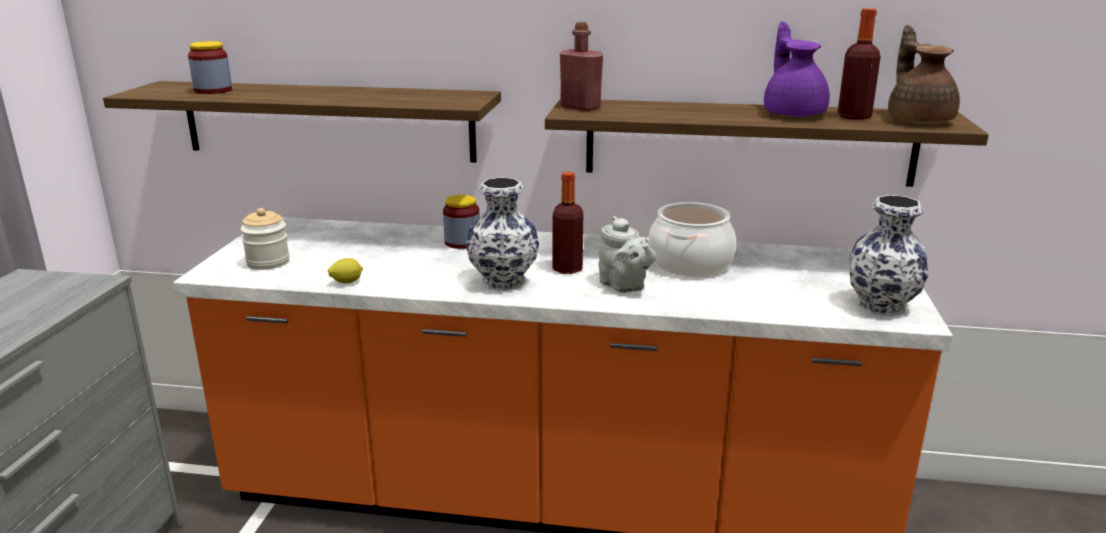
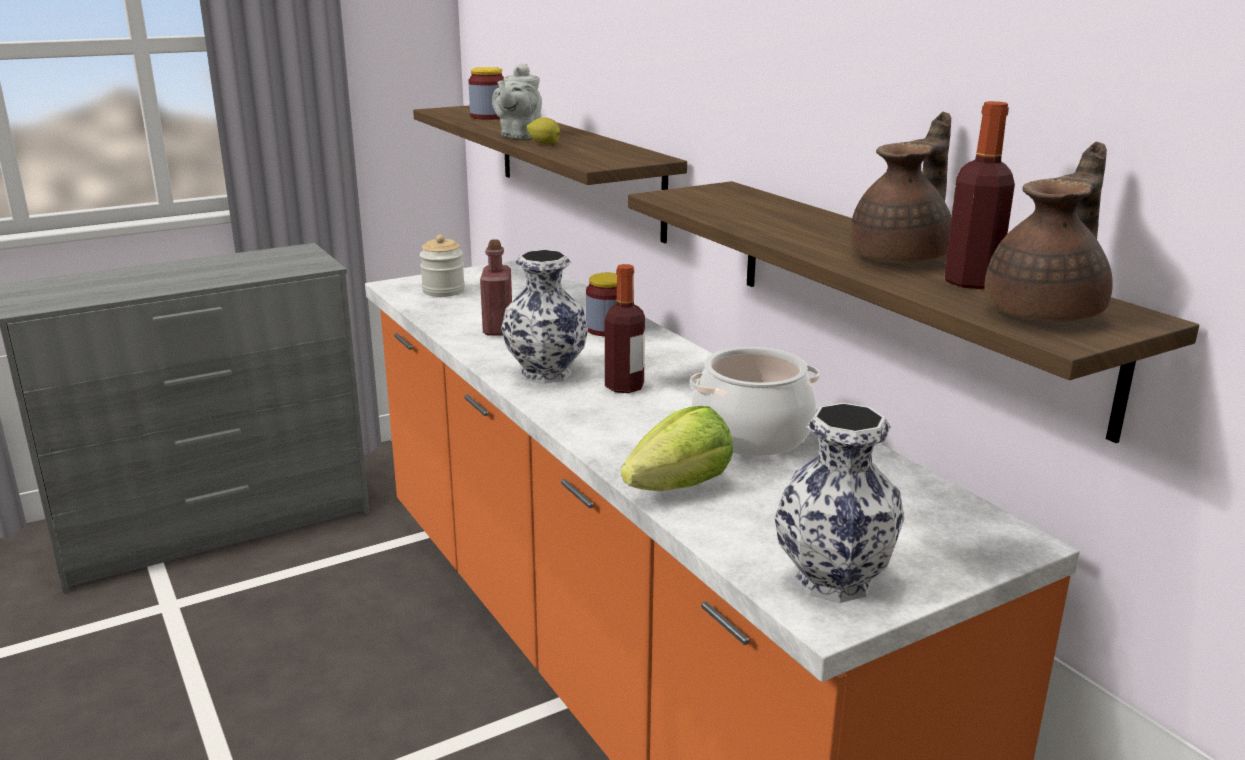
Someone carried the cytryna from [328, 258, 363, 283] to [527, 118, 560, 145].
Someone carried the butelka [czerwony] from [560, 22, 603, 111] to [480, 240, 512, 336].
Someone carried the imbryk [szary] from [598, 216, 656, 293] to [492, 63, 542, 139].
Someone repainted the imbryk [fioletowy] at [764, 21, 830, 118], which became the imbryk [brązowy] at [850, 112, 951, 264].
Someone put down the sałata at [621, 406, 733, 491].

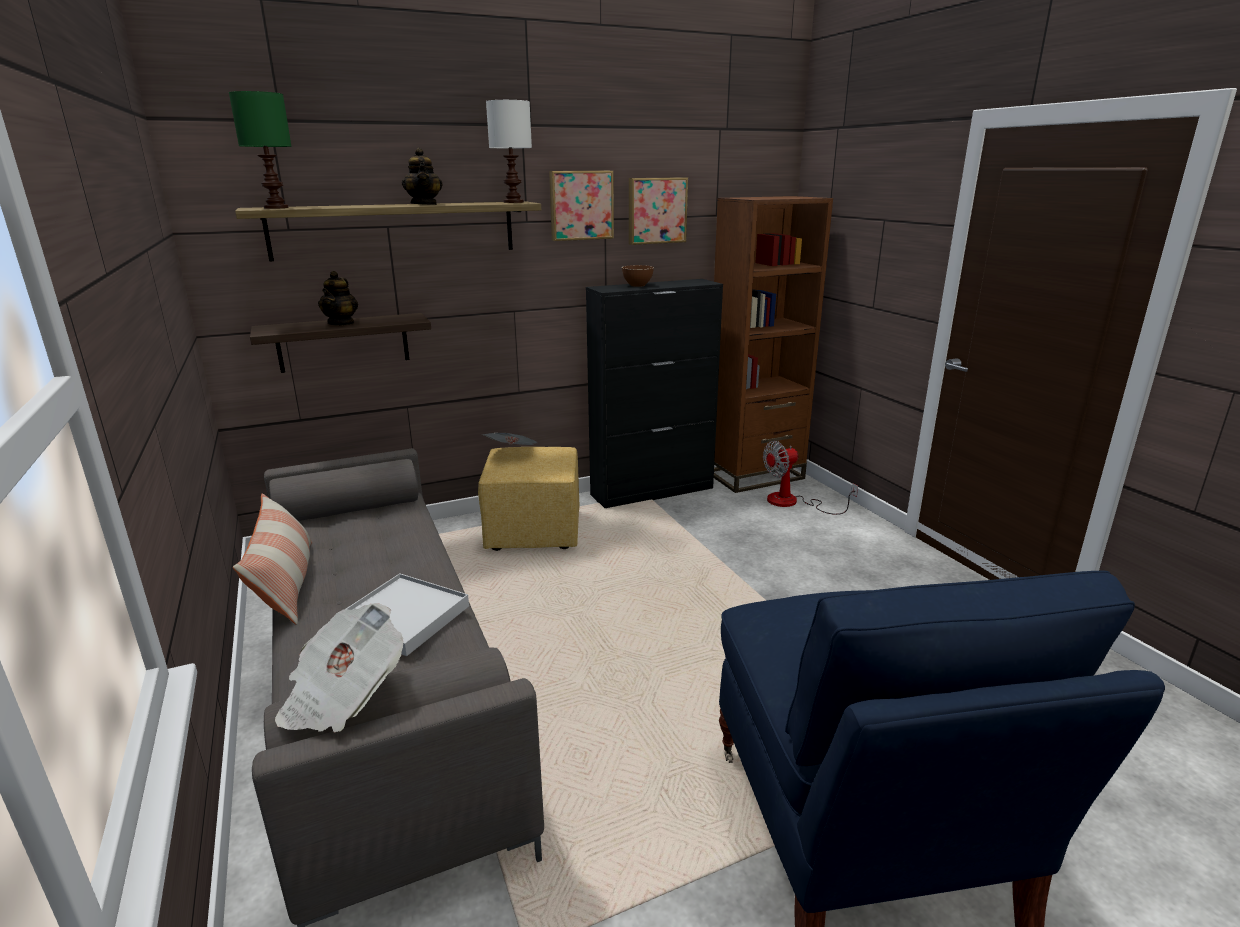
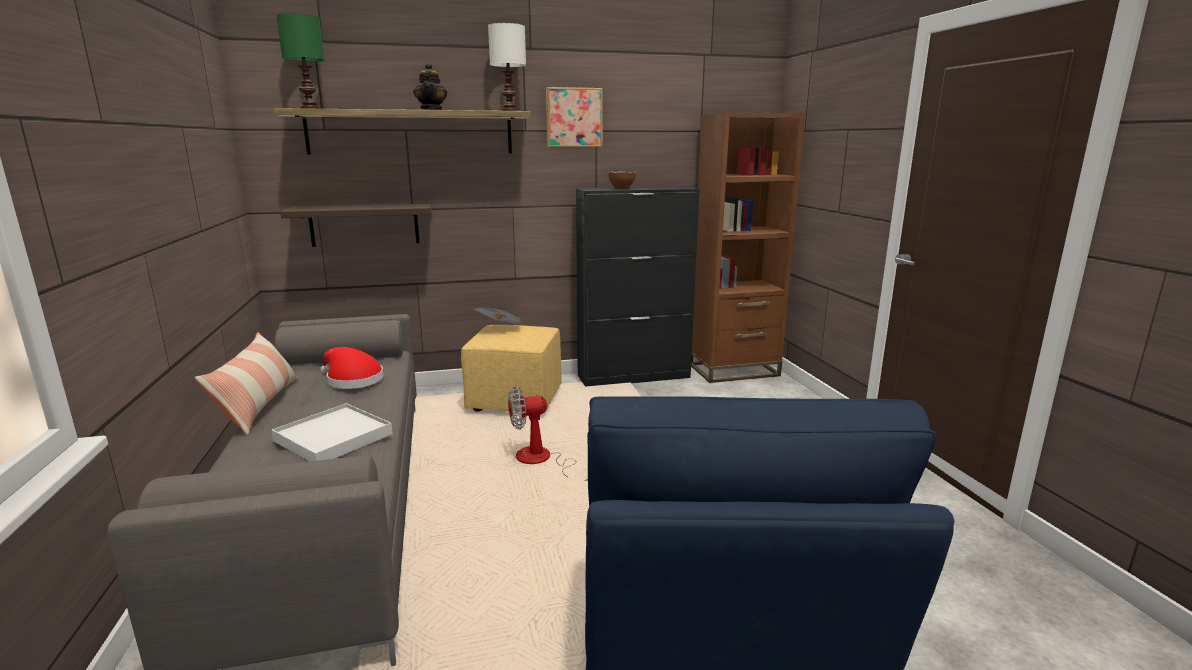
Someone took away the gazeta at [275, 603, 403, 732].
Someone took away the imbryk at [318, 271, 358, 326].
Someone took away the obraz at [629, 177, 688, 245].
Someone carried the wentylator from [763, 441, 858, 515] to [508, 386, 588, 481].
Someone put down the kapelusz [czerwony] at [320, 347, 384, 389].

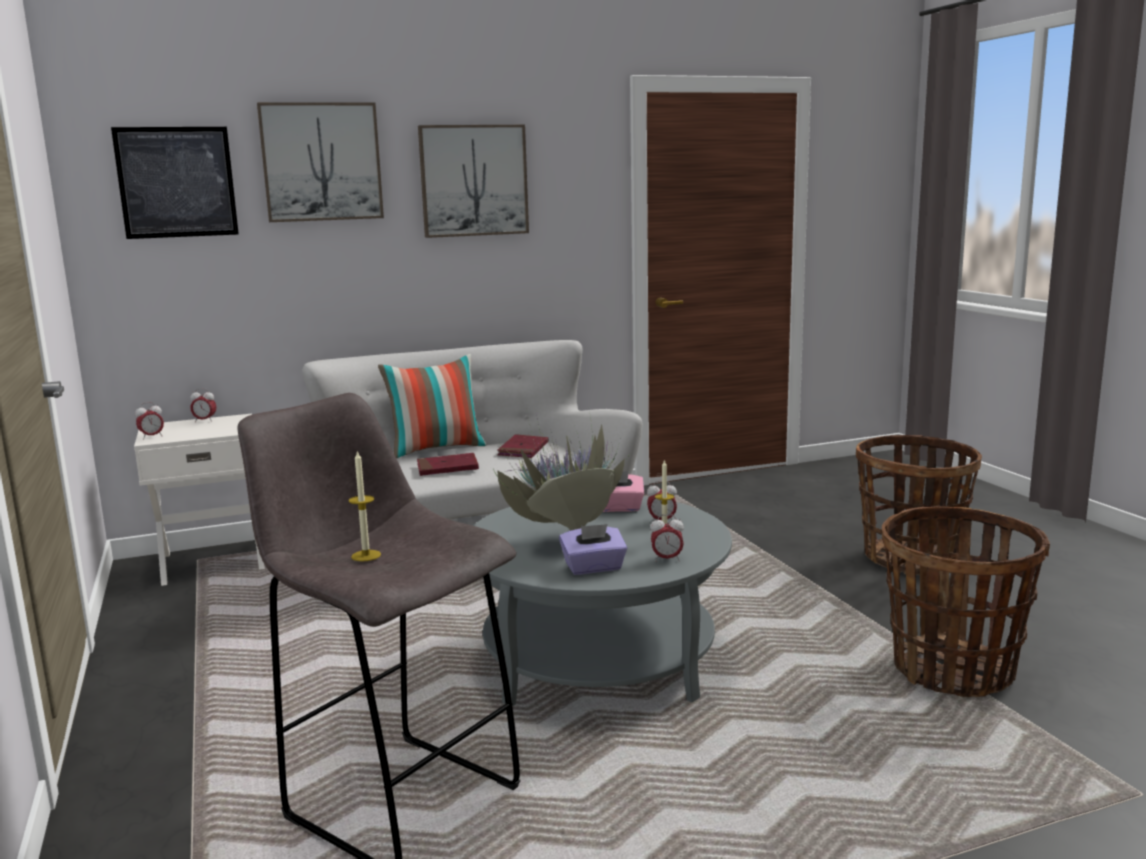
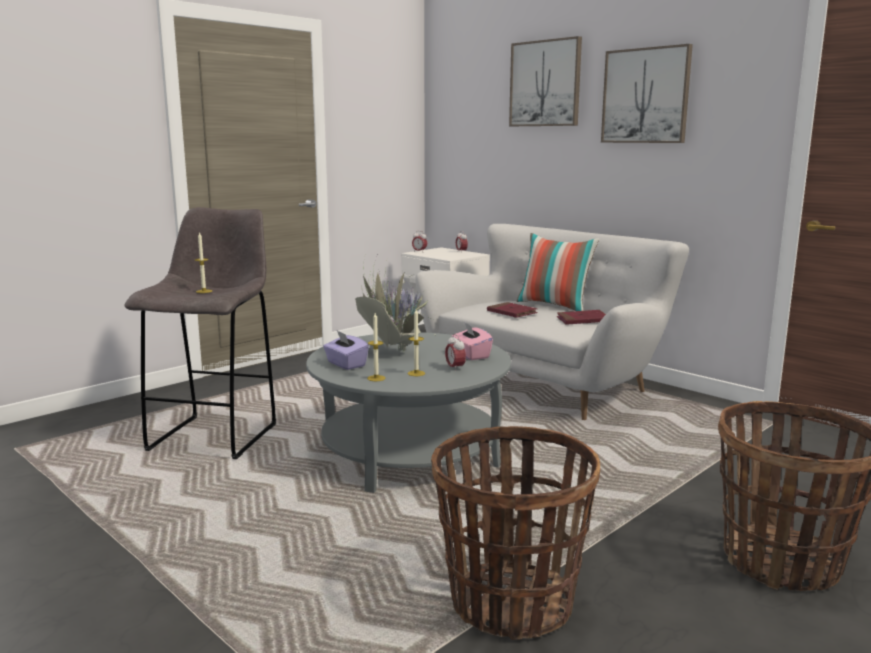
Someone took away the obraz at [111, 127, 239, 239].
Someone swapped the budzik at [650, 514, 684, 562] for the świeca at [367, 313, 386, 381].

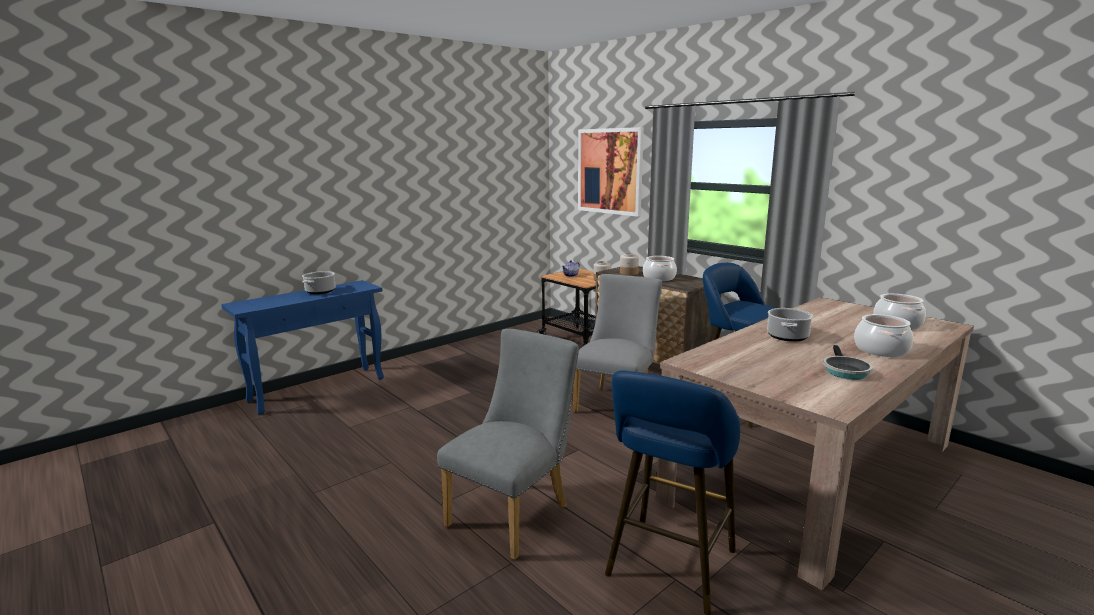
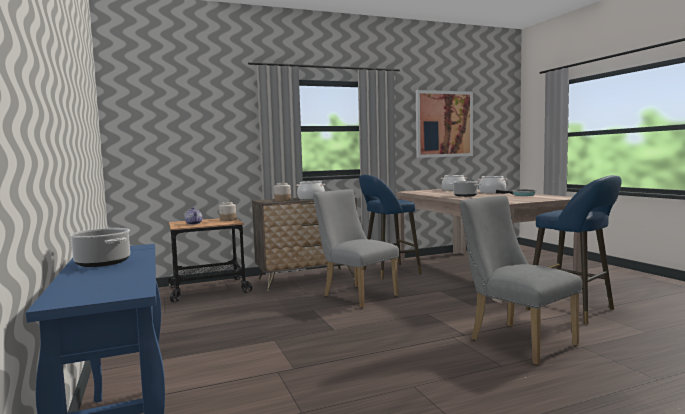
Someone carried the obraz from [578, 127, 644, 217] to [416, 90, 473, 158].

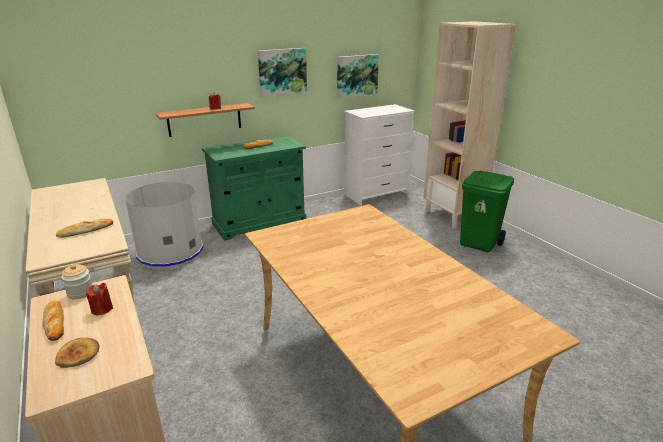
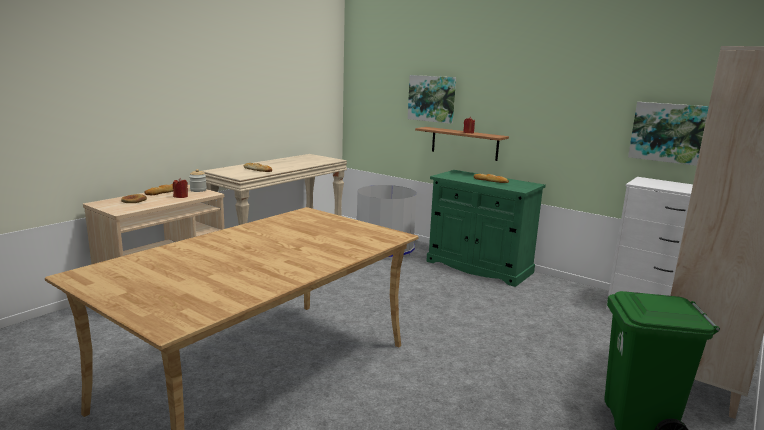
Someone carried the obraz from [258, 48, 307, 96] to [408, 75, 456, 124].

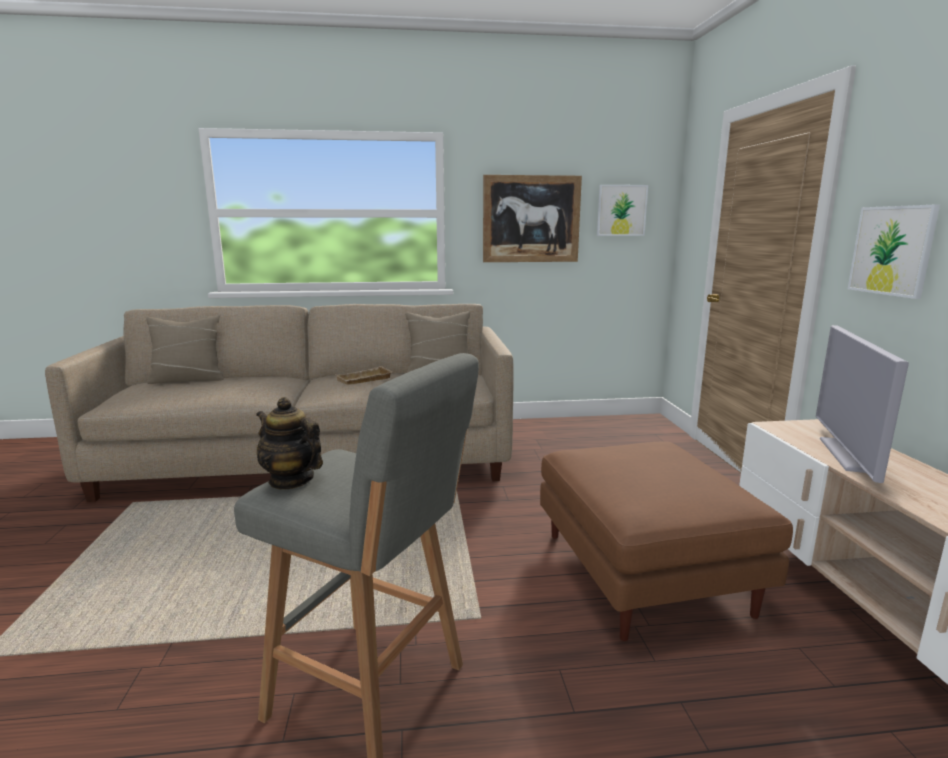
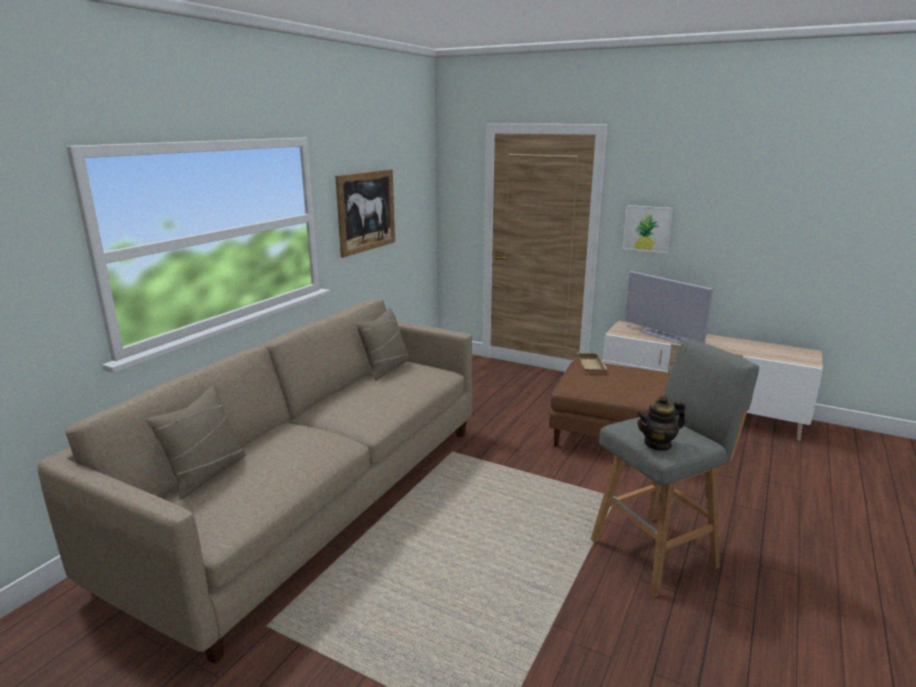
Someone carried the taca [beżowy] from [335, 366, 392, 385] to [577, 352, 608, 373].
Someone took away the obraz at [597, 185, 648, 236].

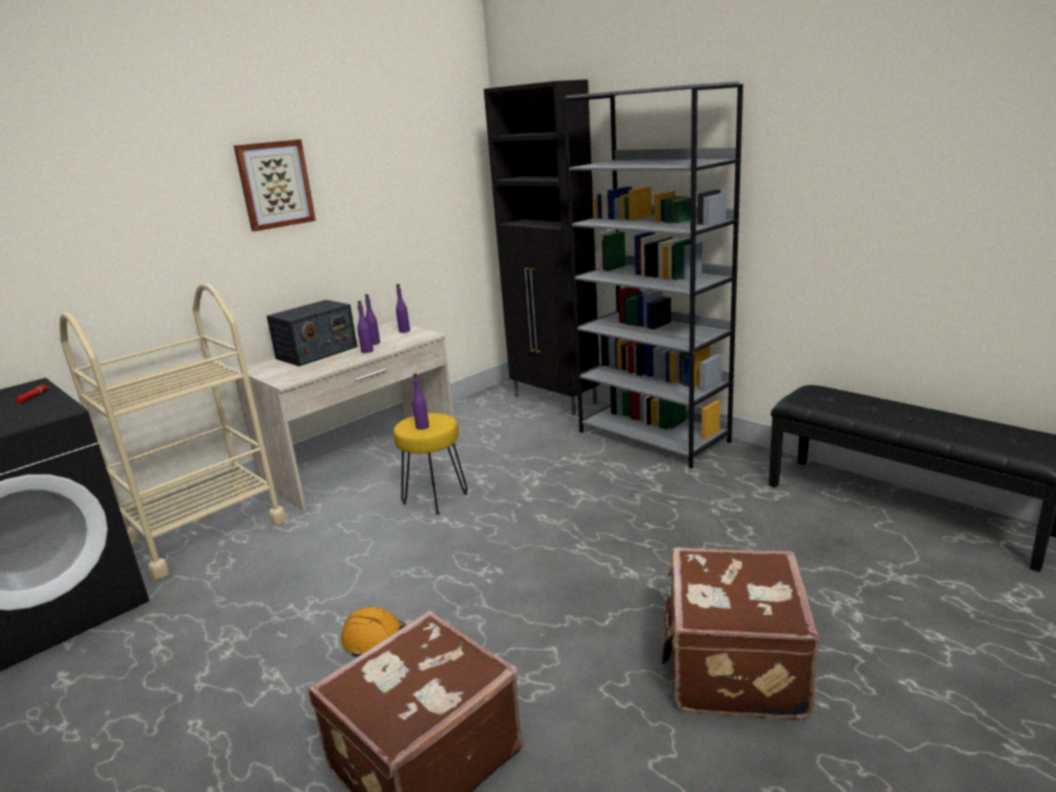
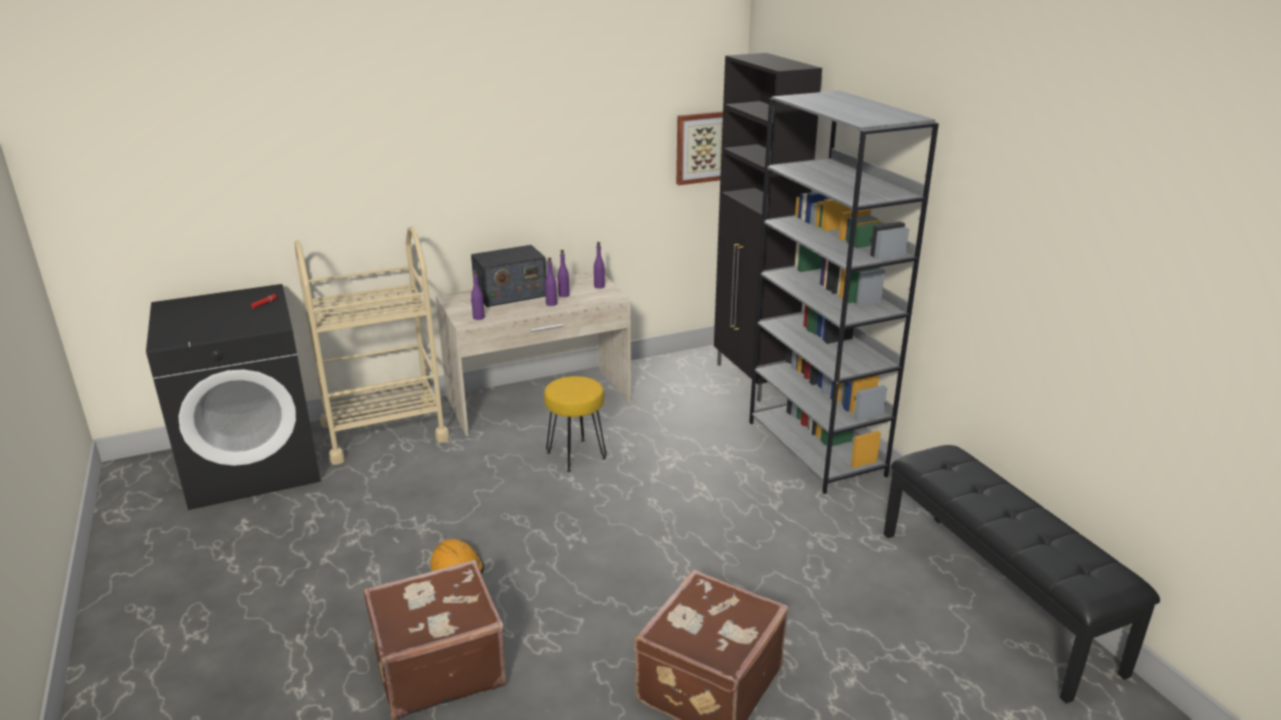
Someone carried the obraz from [234, 139, 316, 231] to [676, 111, 723, 185].
Someone carried the butelka [fioletowy] from [413, 373, 429, 430] to [471, 270, 485, 320].

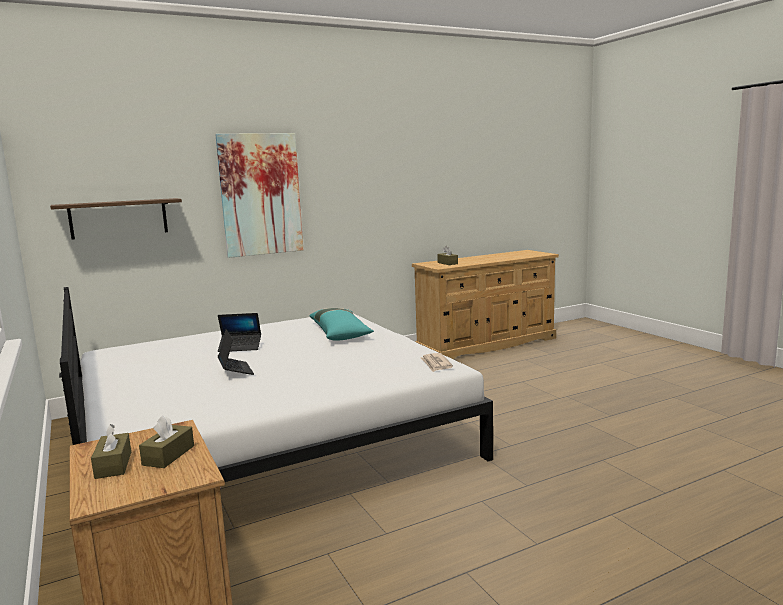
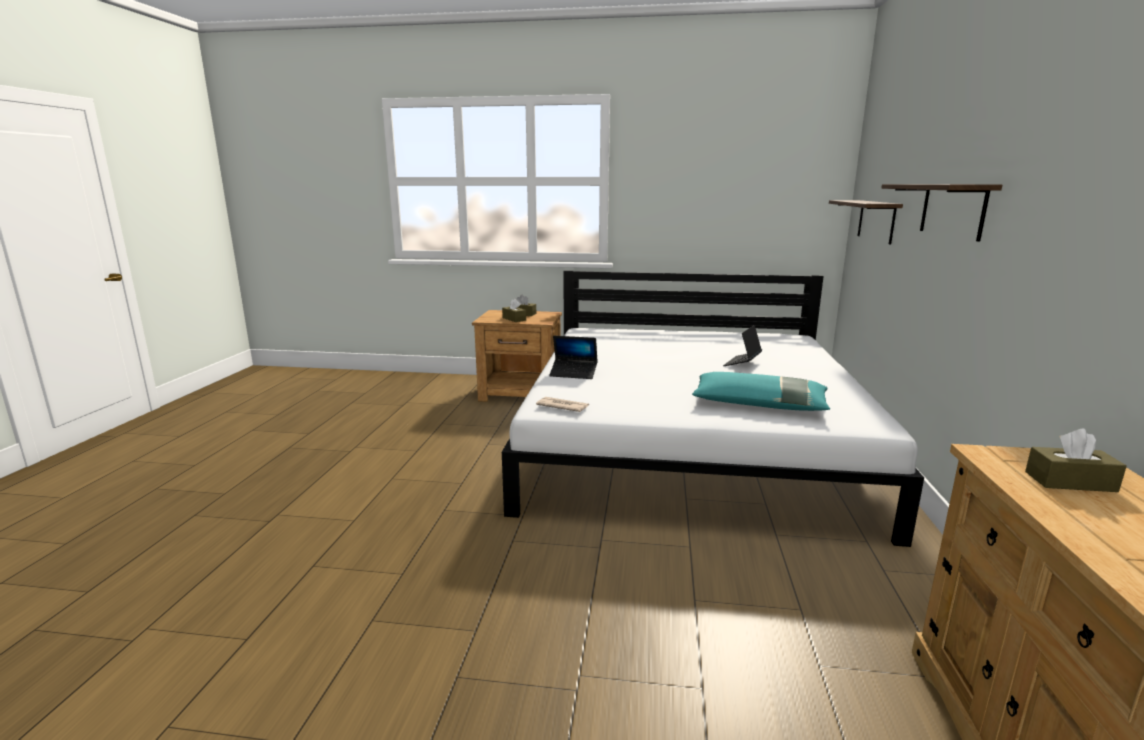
Someone swapped the obraz at [215, 133, 303, 258] for the półka at [881, 184, 1002, 242].
Someone carried the laptop from [218, 329, 254, 375] to [549, 336, 598, 379].

